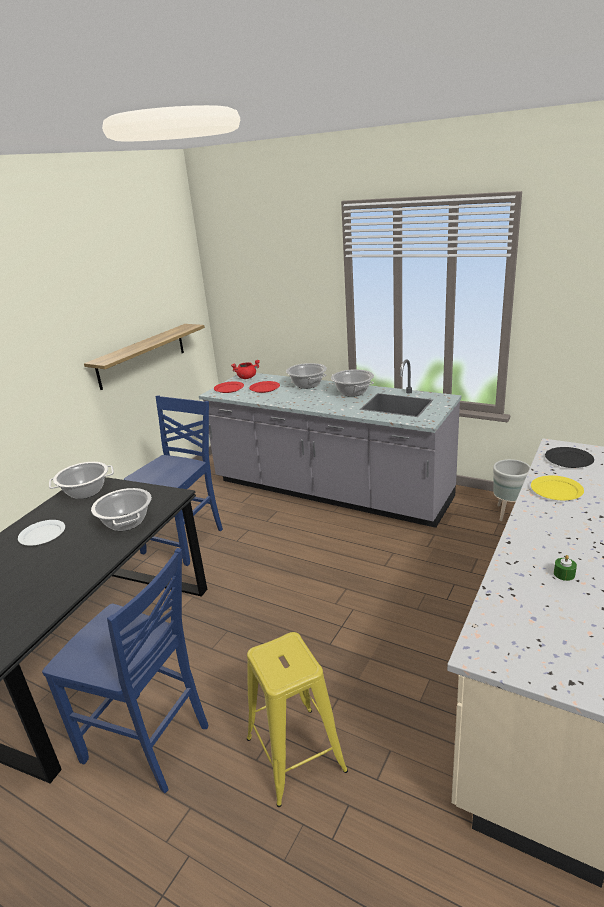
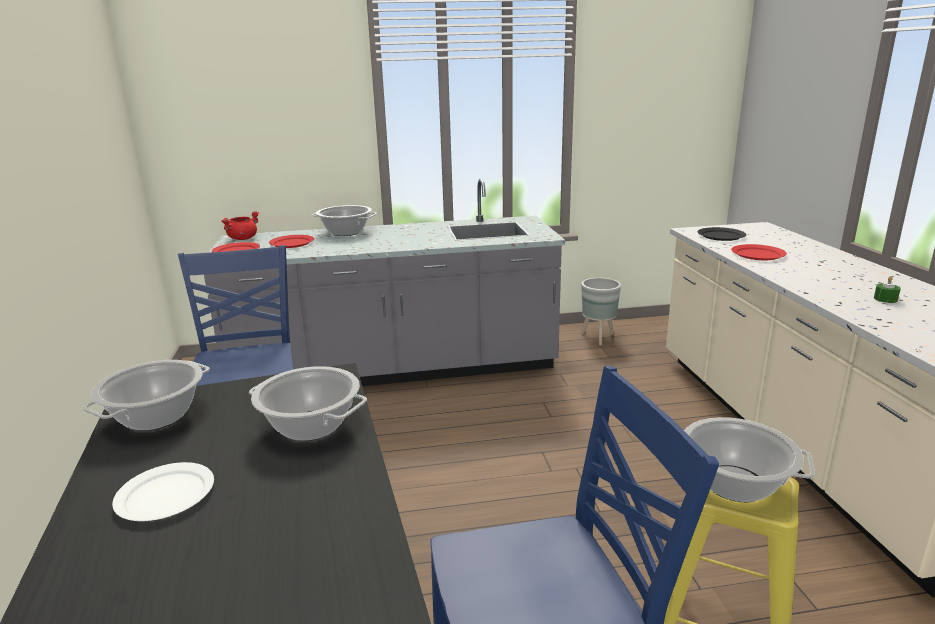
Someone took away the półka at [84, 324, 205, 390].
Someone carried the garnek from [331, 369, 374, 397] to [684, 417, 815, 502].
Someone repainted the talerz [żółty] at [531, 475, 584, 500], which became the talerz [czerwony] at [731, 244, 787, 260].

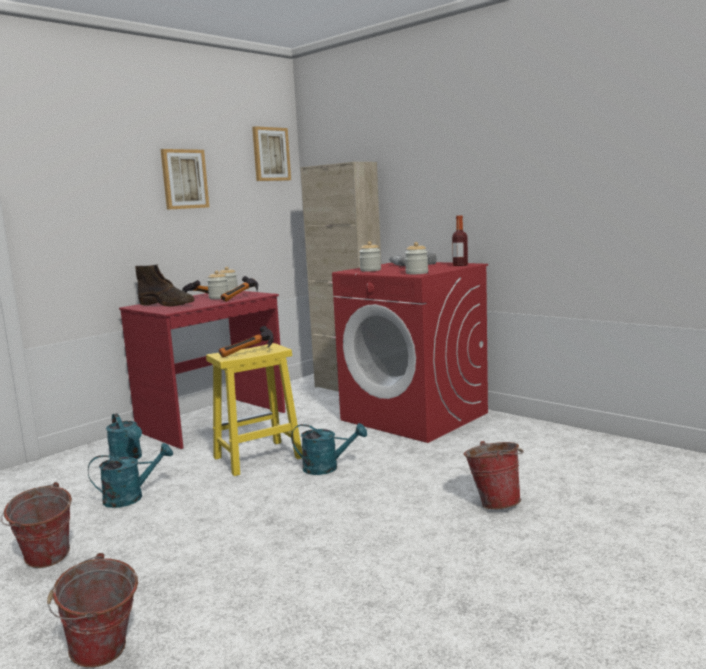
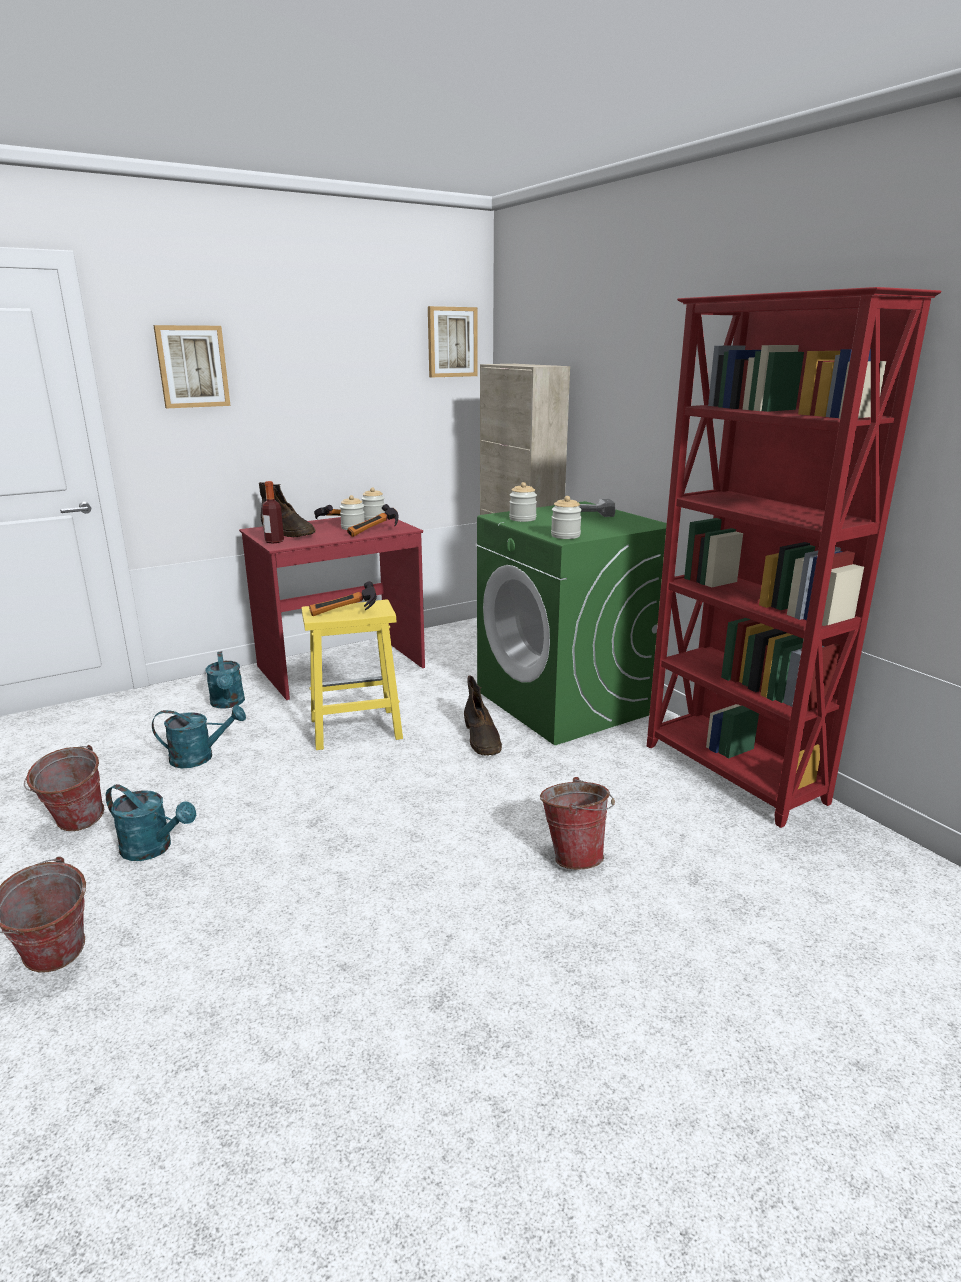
Someone carried the obraz from [161, 149, 209, 210] to [153, 325, 230, 408].
Someone carried the konewka [turkusowy] from [291, 423, 367, 475] to [106, 784, 196, 861].
Someone repainted the pralka [czerwony] at [332, 262, 488, 443], which became the pralka [zielony] at [477, 501, 667, 745].
Someone carried the butelka from [452, 215, 468, 266] to [261, 481, 284, 543].
Someone put down the but z cholewką [brązowy] at [464, 675, 502, 756].
Someone put down the regał [czerwony] at [647, 287, 941, 828].

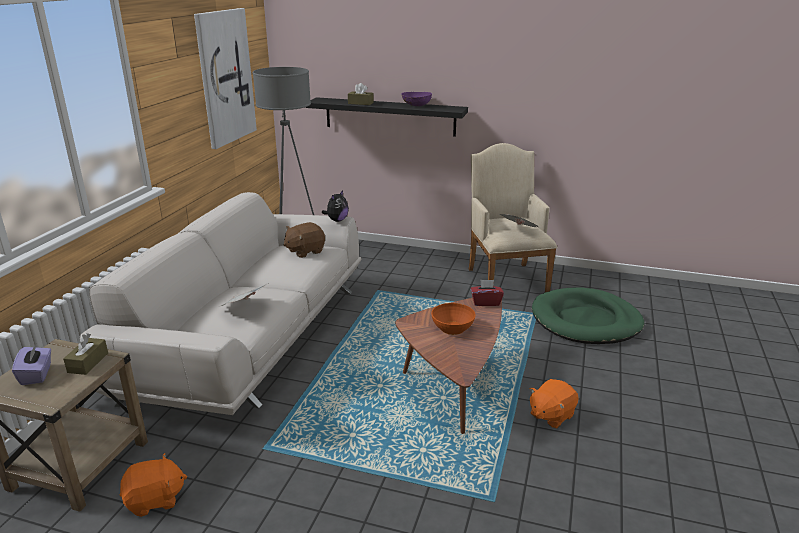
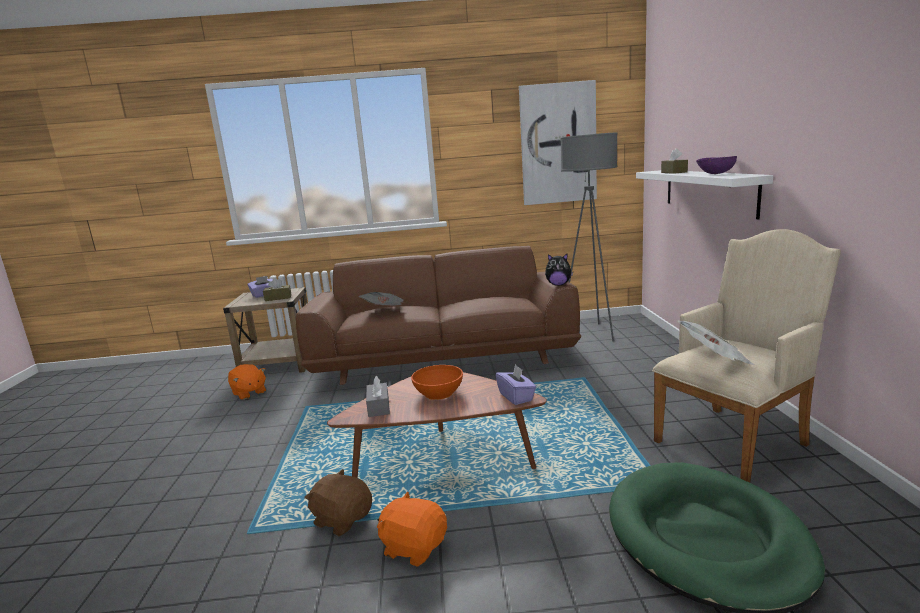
Someone repainted the kanapa [biały] at [80, 192, 362, 415], which became the kanapa [brązowy] at [296, 246, 581, 385].
Someone carried the pluszak [brązowy] from [284, 222, 325, 258] to [305, 469, 372, 536].
Someone repainted the półka [czarny] at [306, 97, 468, 137], which became the półka [biały] at [636, 170, 773, 220].
Someone repainted the pudełko chusteczek [czerwony] at [470, 280, 504, 306], which became the pudełko chusteczek [fioletowy] at [496, 364, 536, 405].
Someone put down the pudełko chusteczek [szary] at [366, 376, 390, 417].

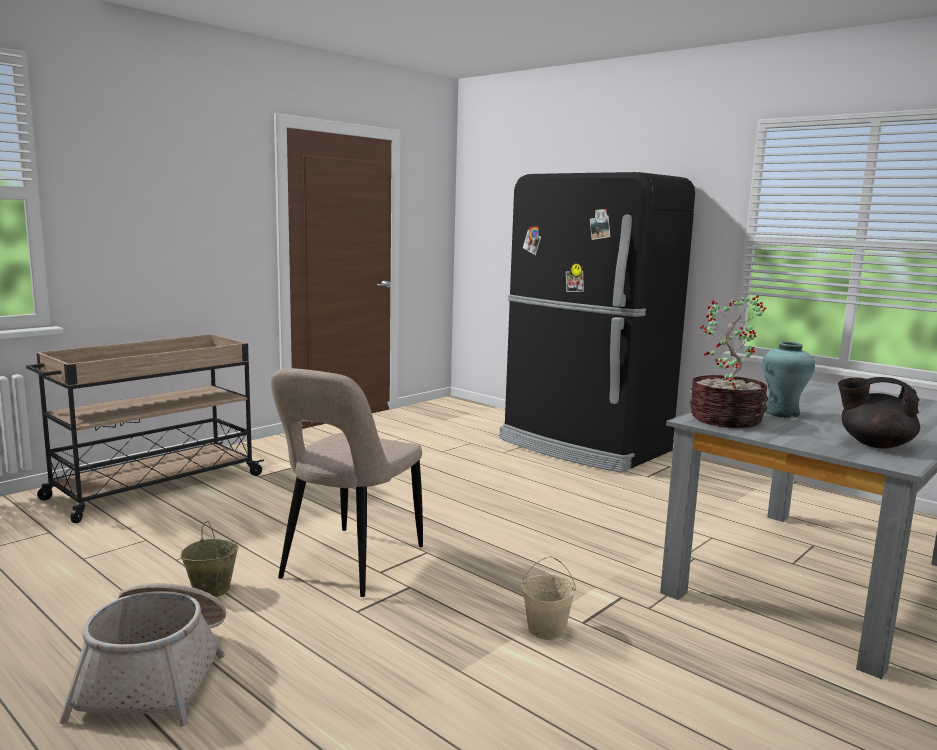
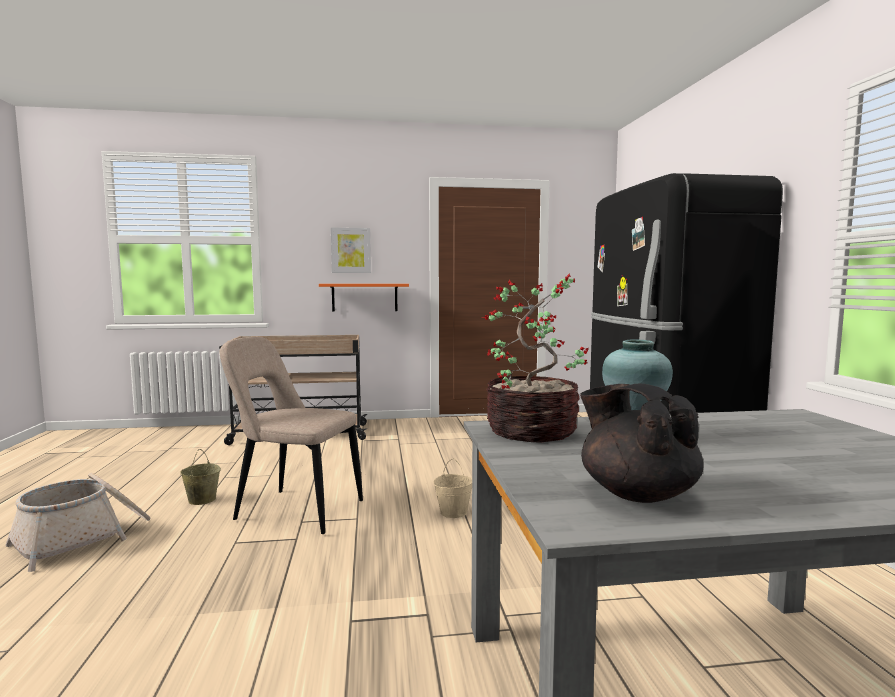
Someone rotated the krzesło [beżowy] at [271, 368, 423, 597] by 45 degrees clockwise.
Someone carried the wiadro [beżowy] from [522, 556, 576, 640] to [433, 458, 472, 518].
Someone put up the półka [pomarańczowy] at [319, 284, 409, 312].
Someone put up the obraz at [331, 228, 371, 273].

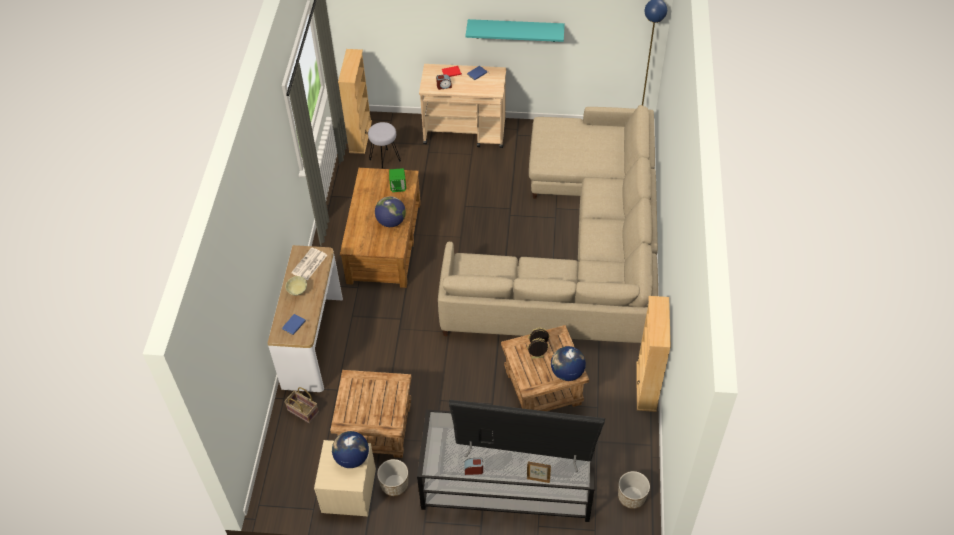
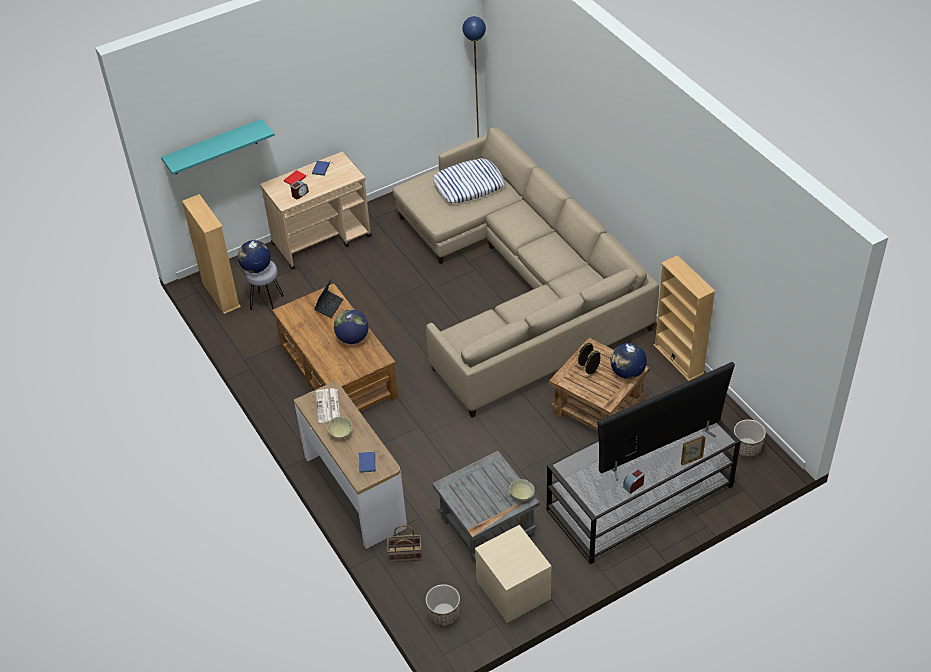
Someone repainted the stolik [brązowy] at [330, 370, 412, 458], which became the stolik [szary] at [432, 451, 539, 565].
Someone carried the globus from [332, 431, 369, 468] to [238, 240, 271, 273].
Someone carried the donica from [377, 459, 408, 496] to [426, 584, 460, 626].
Someone swapped the głośnik [zielony] at [389, 168, 406, 192] for the laptop at [314, 280, 344, 318].
Someone carried the półka [turkusowy] from [465, 19, 565, 42] to [161, 119, 275, 174].
Someone put down the poduszka at [432, 158, 505, 203].
Someone put down the miska [beżowy] at [509, 479, 535, 501].

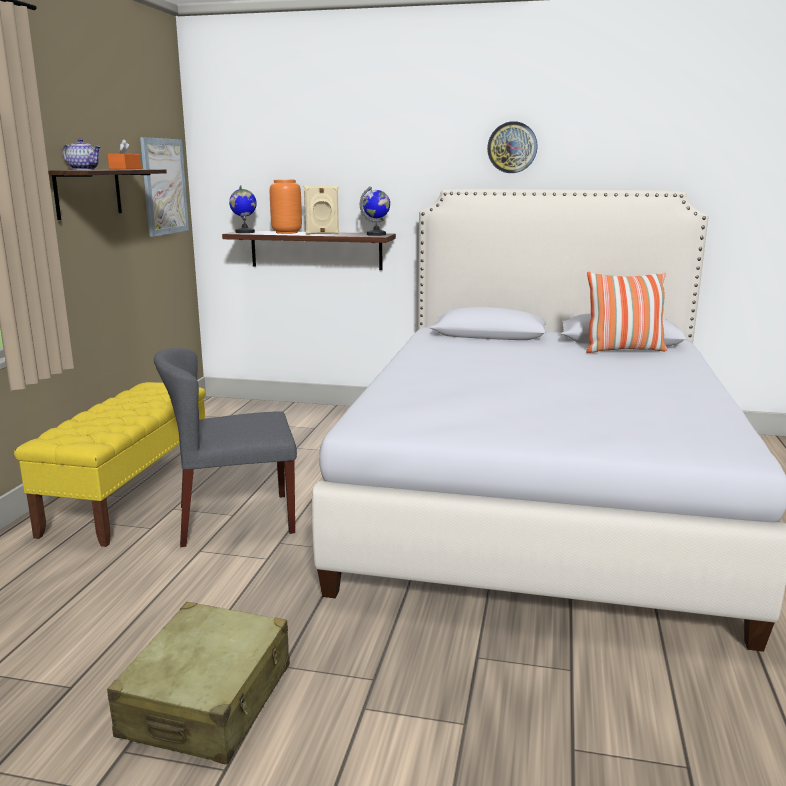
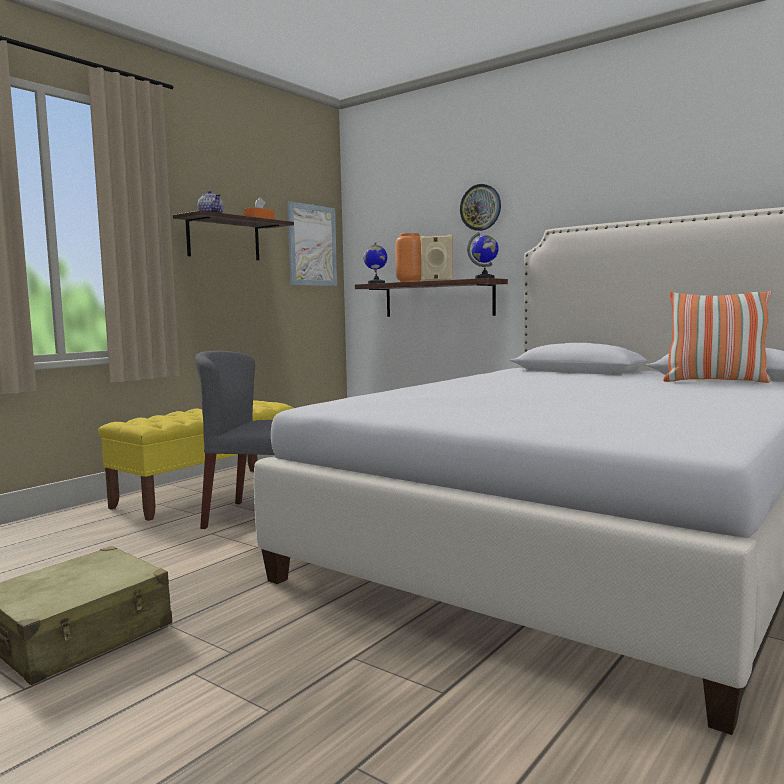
Someone carried the zegar ścienny from [487, 121, 538, 173] to [460, 184, 501, 231].

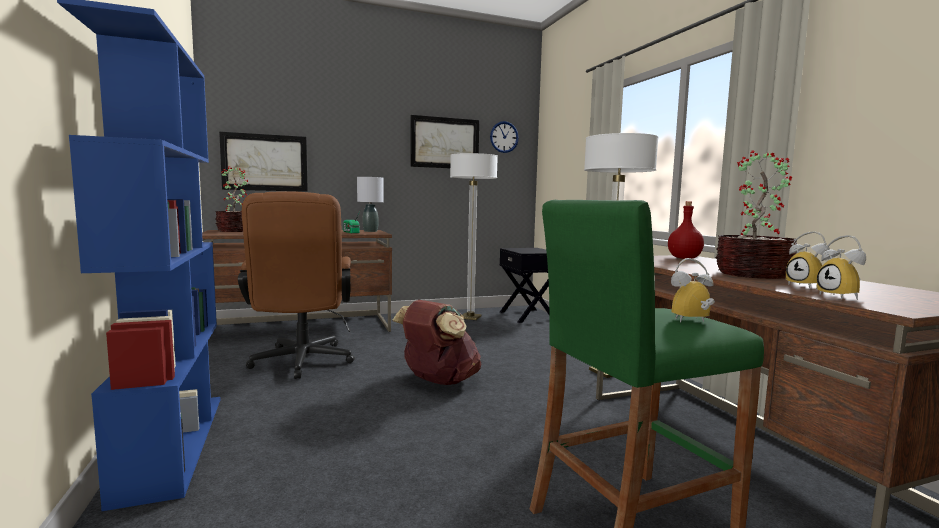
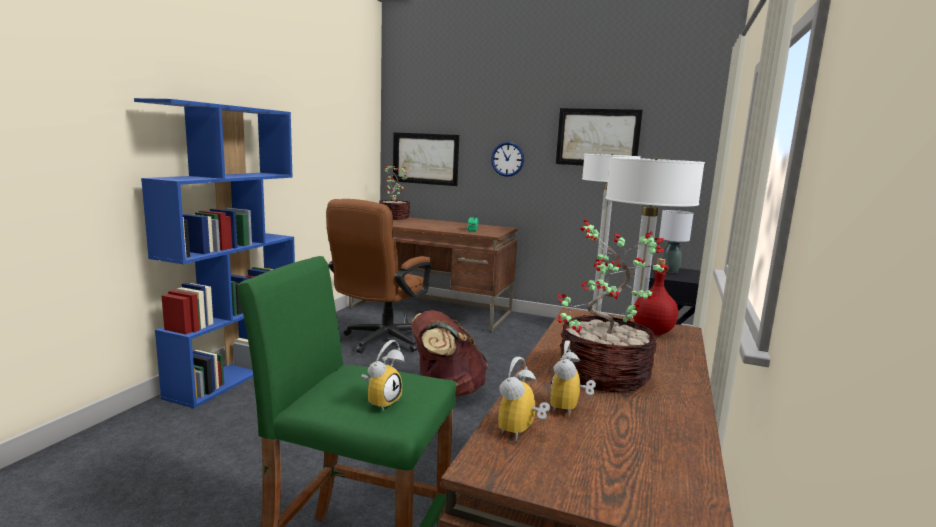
Someone carried the lampa stołowa [szary] from [357, 177, 384, 232] to [659, 210, 694, 273].
Someone carried the zegar ścienny from [490, 121, 519, 153] to [491, 142, 524, 177].
Someone rotated the budzik at [671, 258, 715, 323] by 90 degrees clockwise.

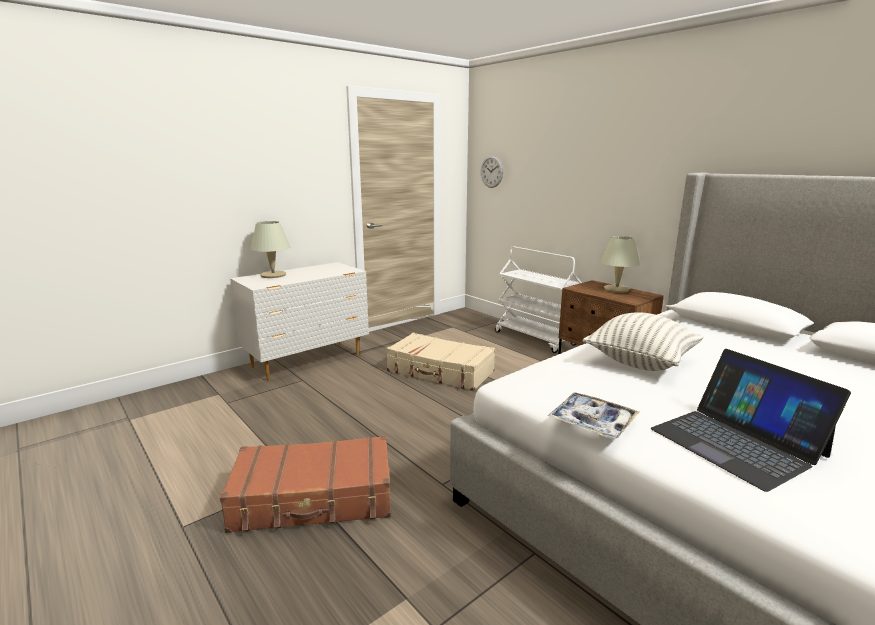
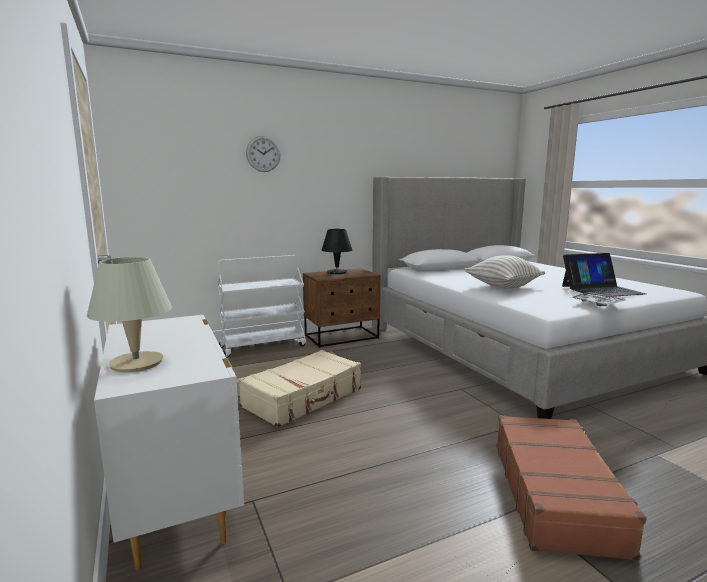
Someone carried the zegar ścienny from [481, 155, 503, 188] to [246, 136, 281, 172].
Someone repainted the lampa stołowa [beżowy] at [600, 236, 640, 293], which became the lampa stołowa [czarny] at [321, 229, 352, 274].

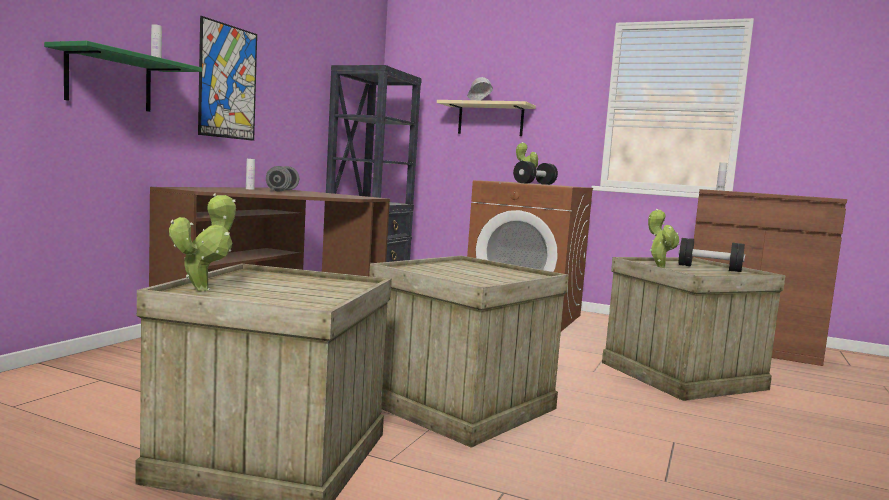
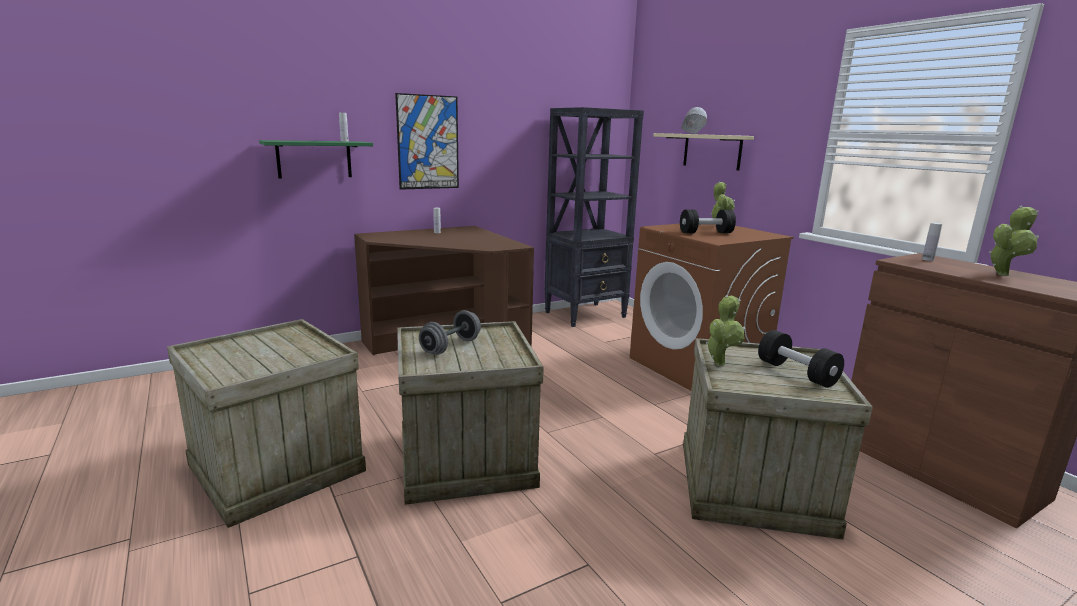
Someone carried the roślina doniczkowa from [169, 194, 236, 291] to [989, 206, 1039, 276].
Someone carried the hantel [szary] from [266, 166, 299, 191] to [419, 310, 481, 355].

